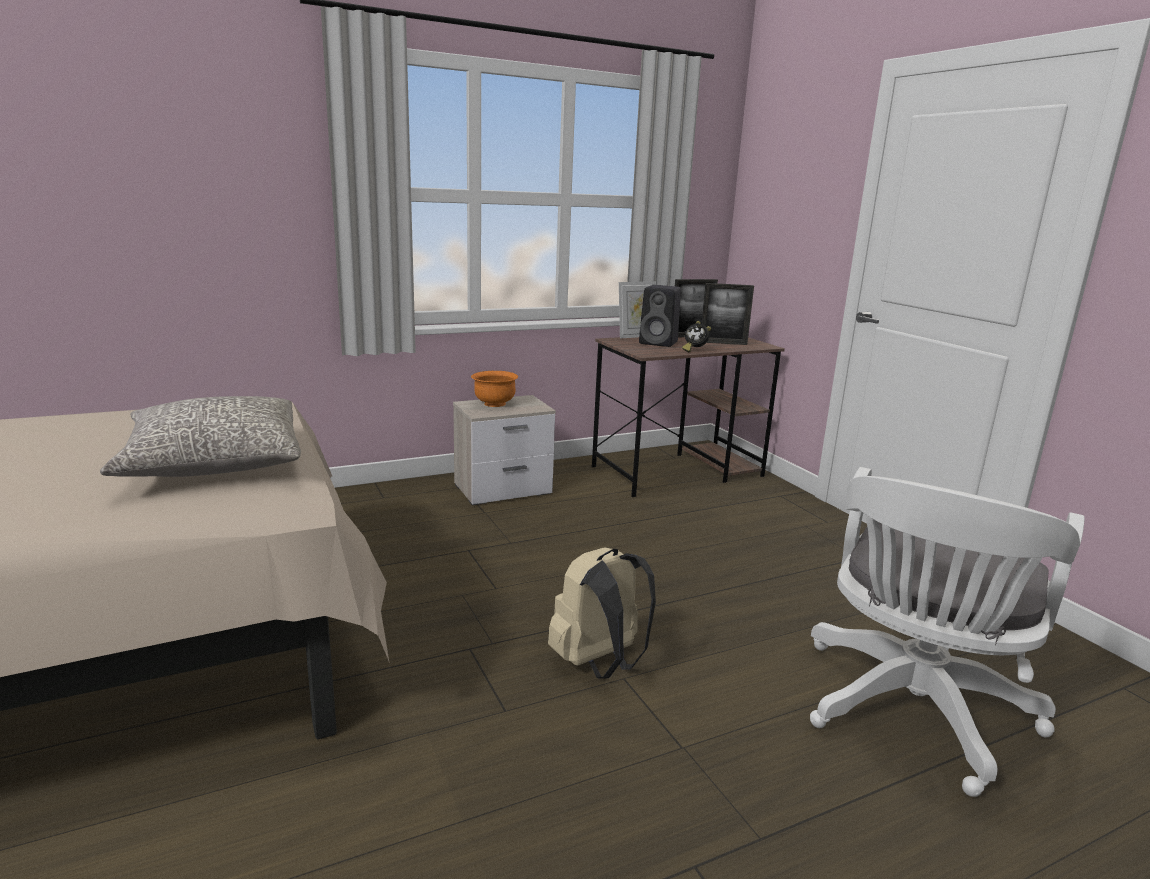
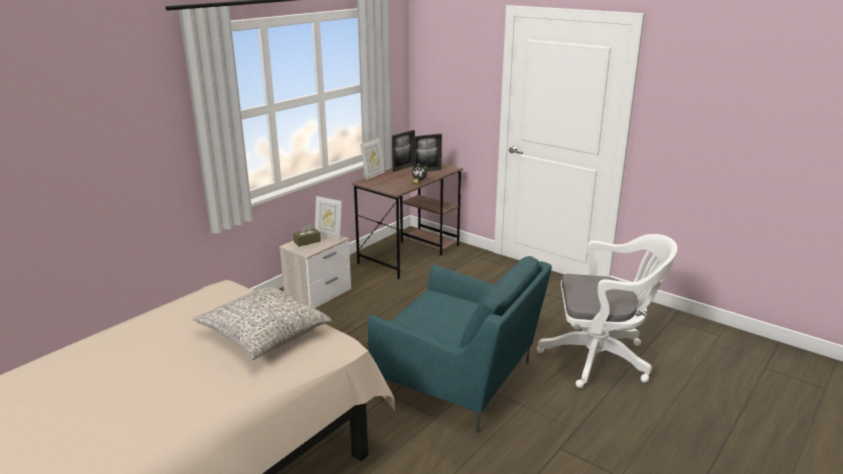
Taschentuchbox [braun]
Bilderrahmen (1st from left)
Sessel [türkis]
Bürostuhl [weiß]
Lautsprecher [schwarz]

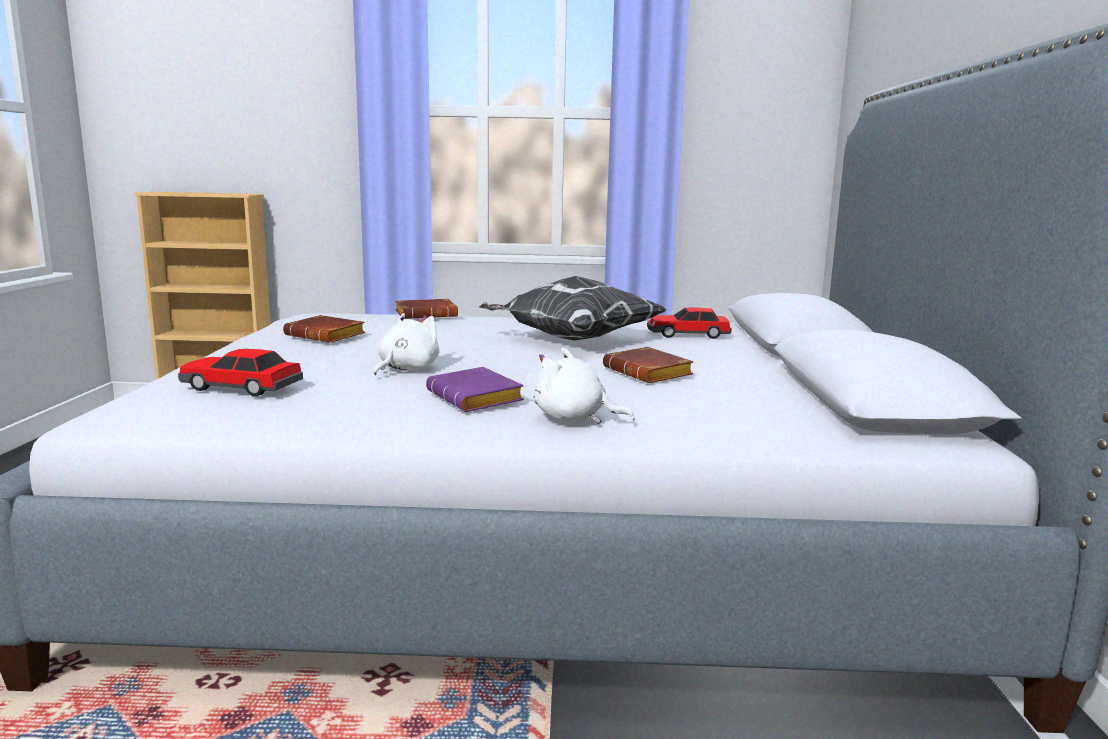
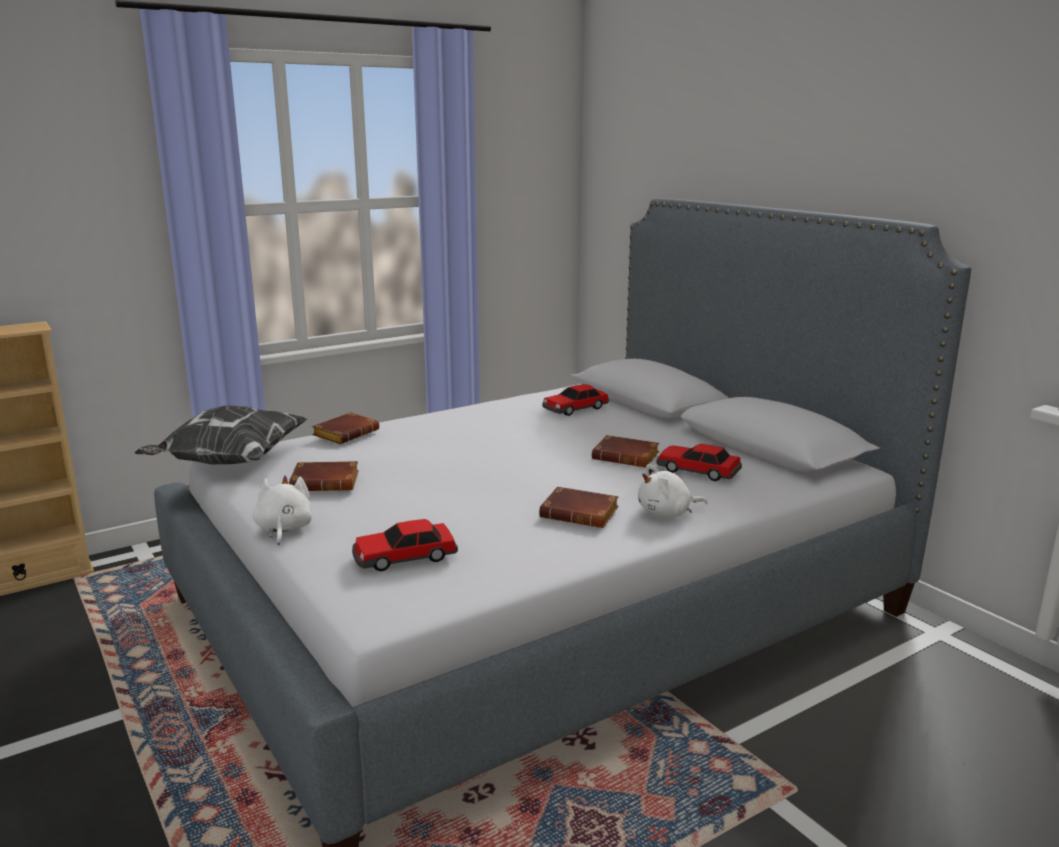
Kissen
Plüschtier [weiß] (1st from left)
Buch [braun] (3rd from left)
Spielzeugauto (3rd from left)

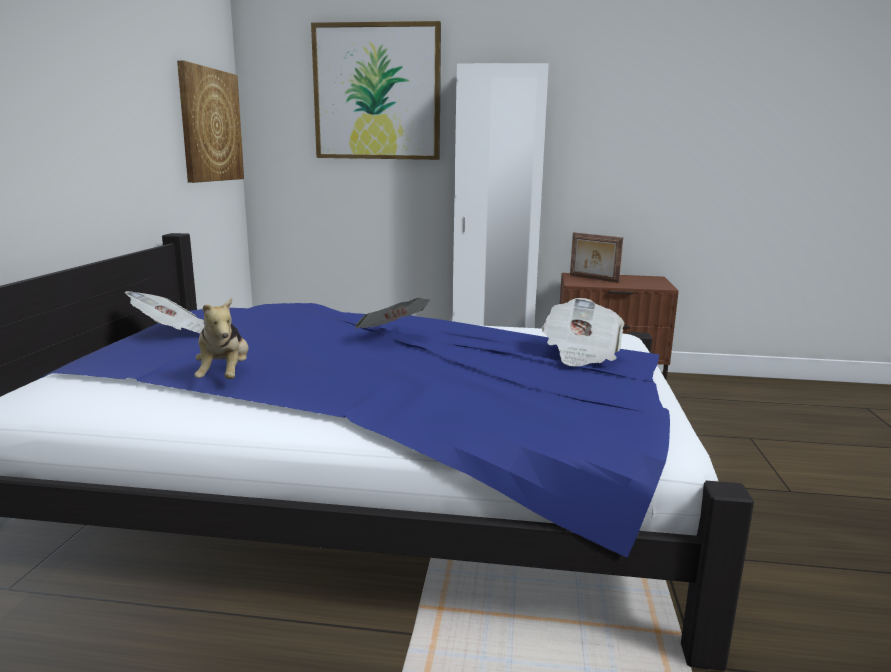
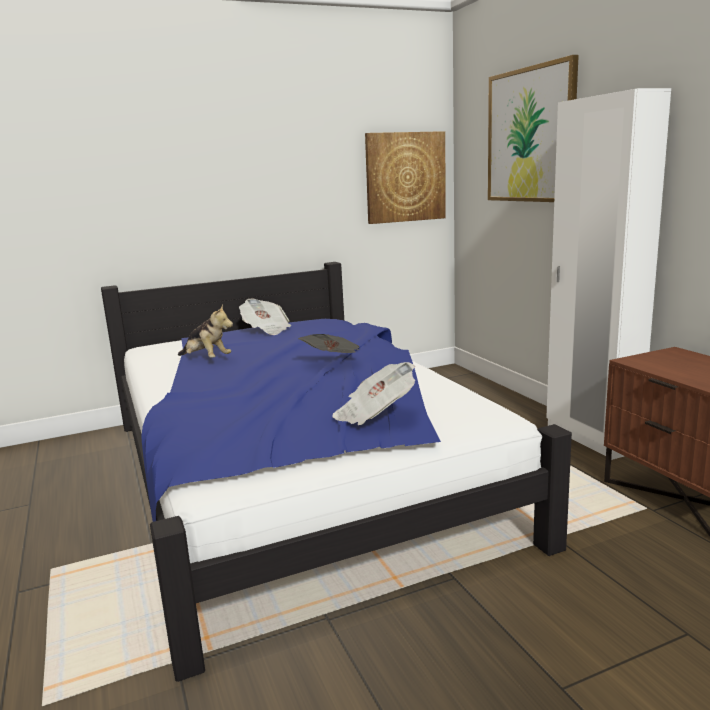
Plüschtier
Bilderrahmen

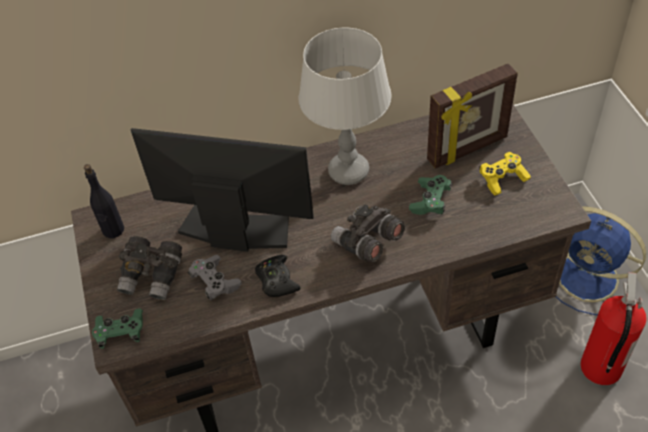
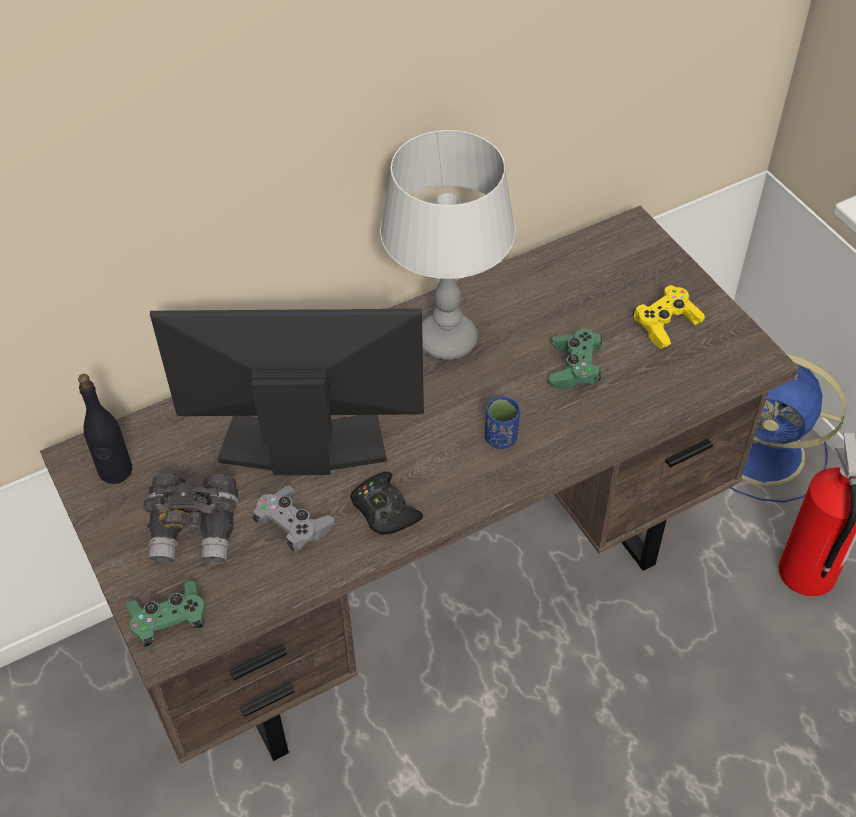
Tasse [blau]
Bilderrahmen

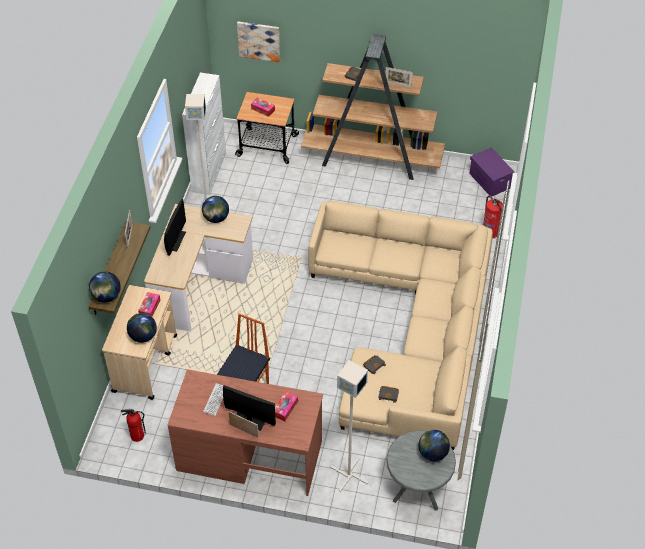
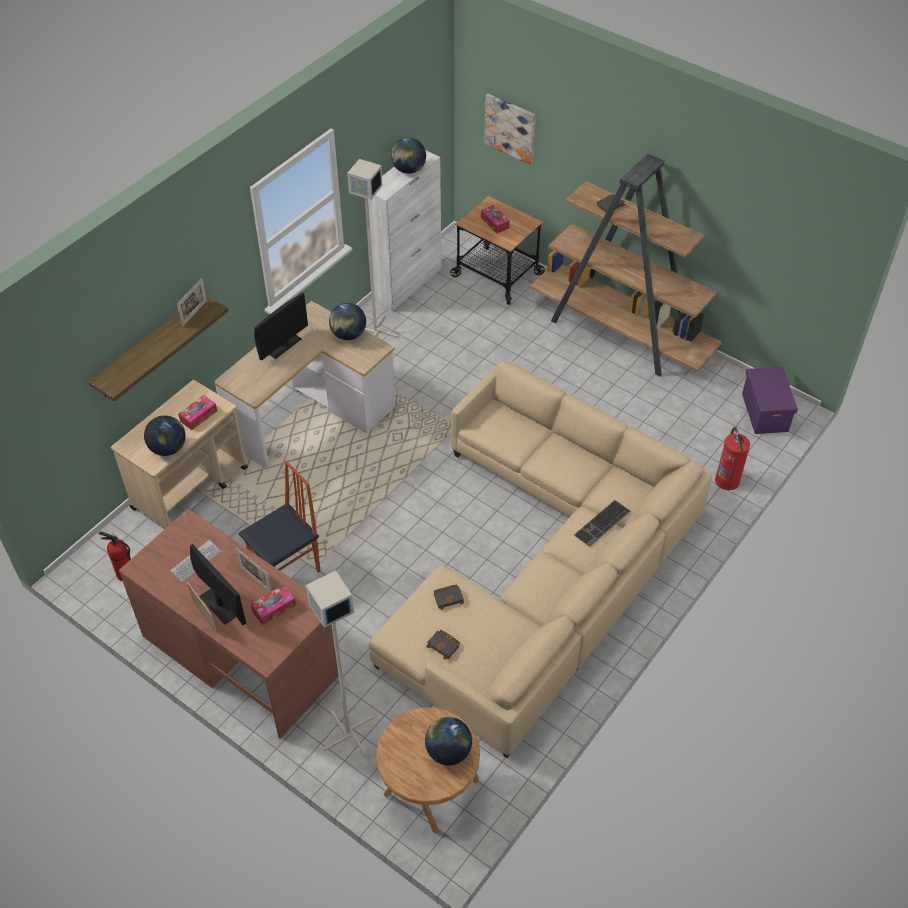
Bilderrahmen (3rd from left)
Beistelltisch [braun]
Globus (3rd from left)
Tastatur (2nd from left)

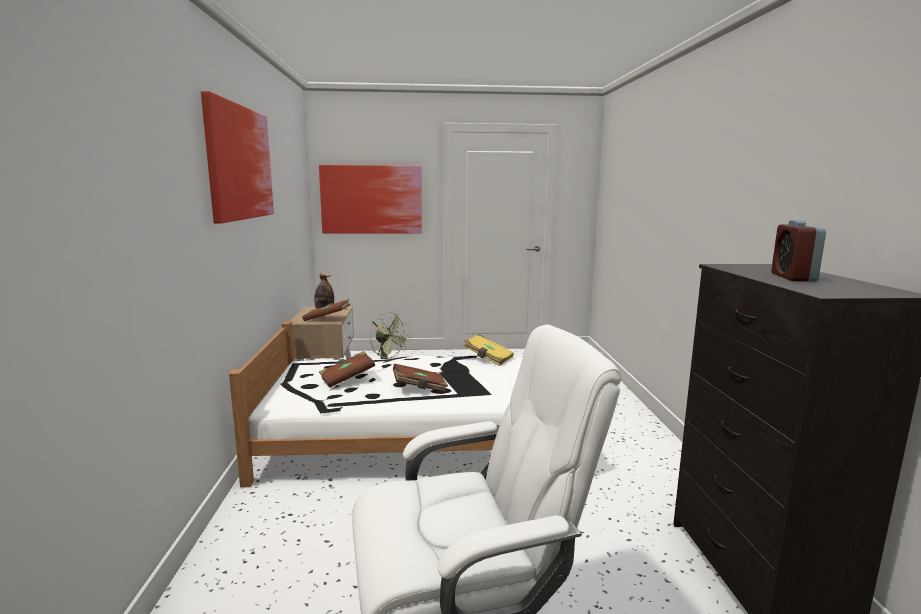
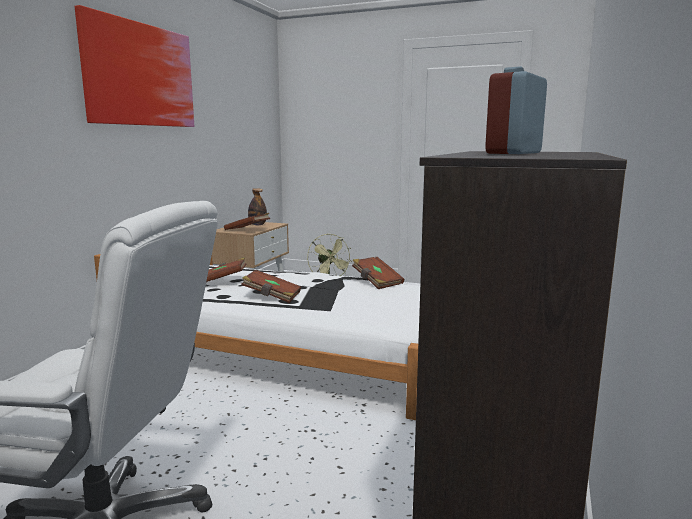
Buch [braun] (4th from left)
Bild (2nd from left in the first image)

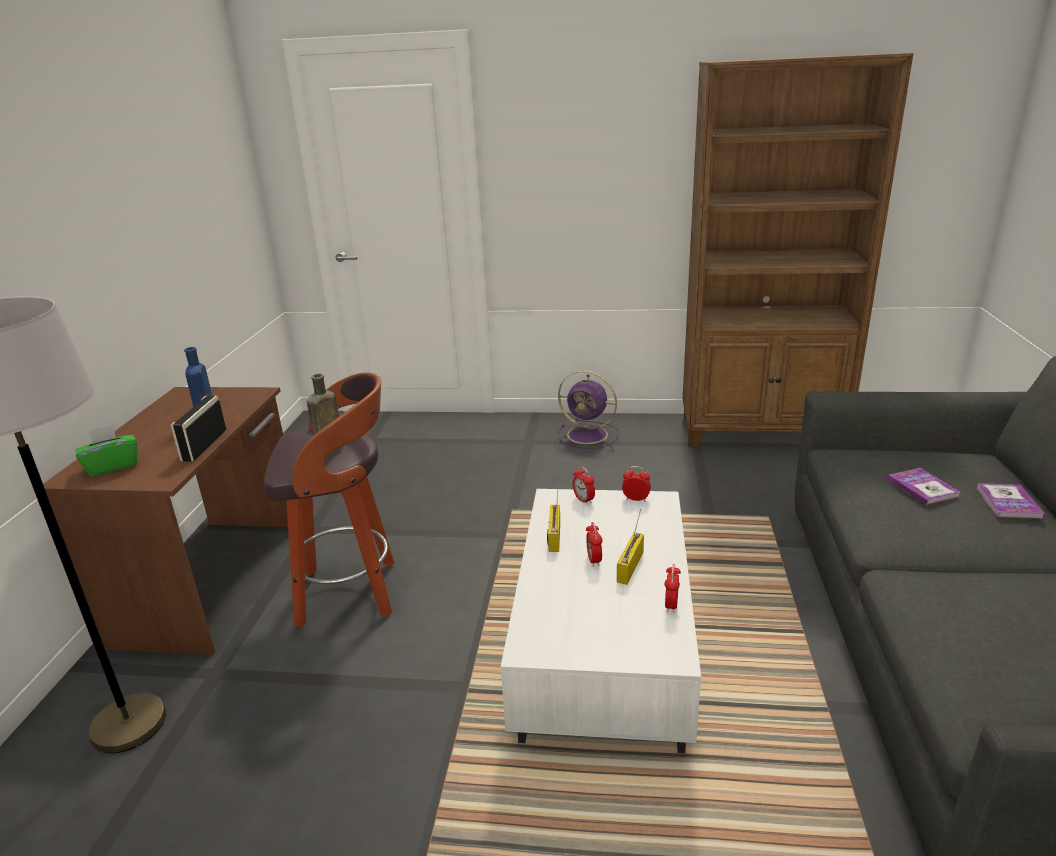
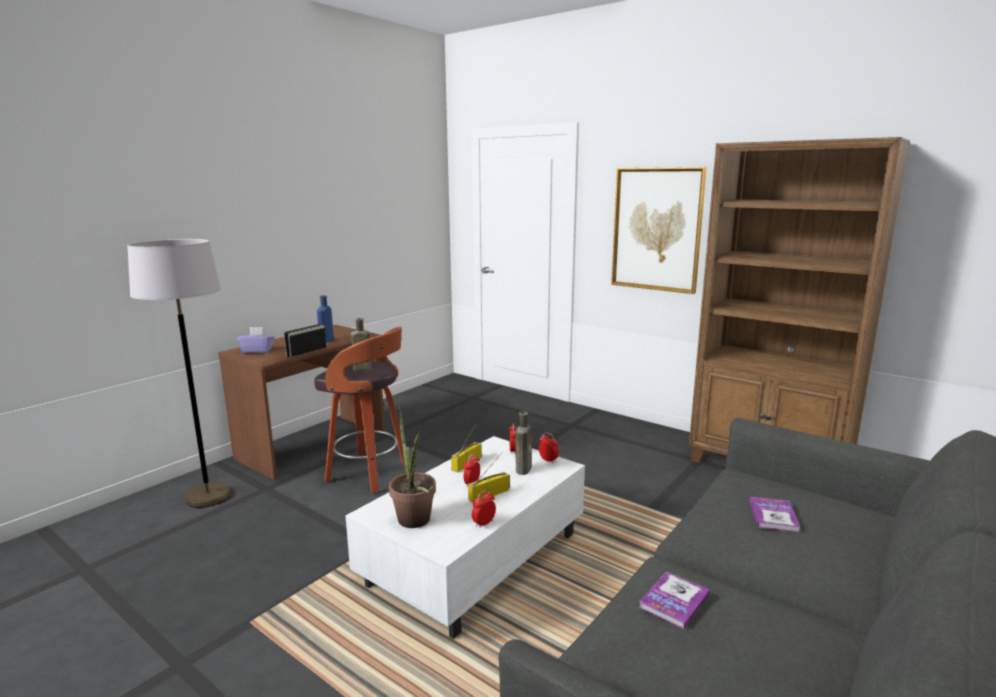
Taschentuchbox [lila]
Topfpflanze
Flasche [braun] (2nd from left)
Bild
Buch (1st from left)
Ventilator [lila]

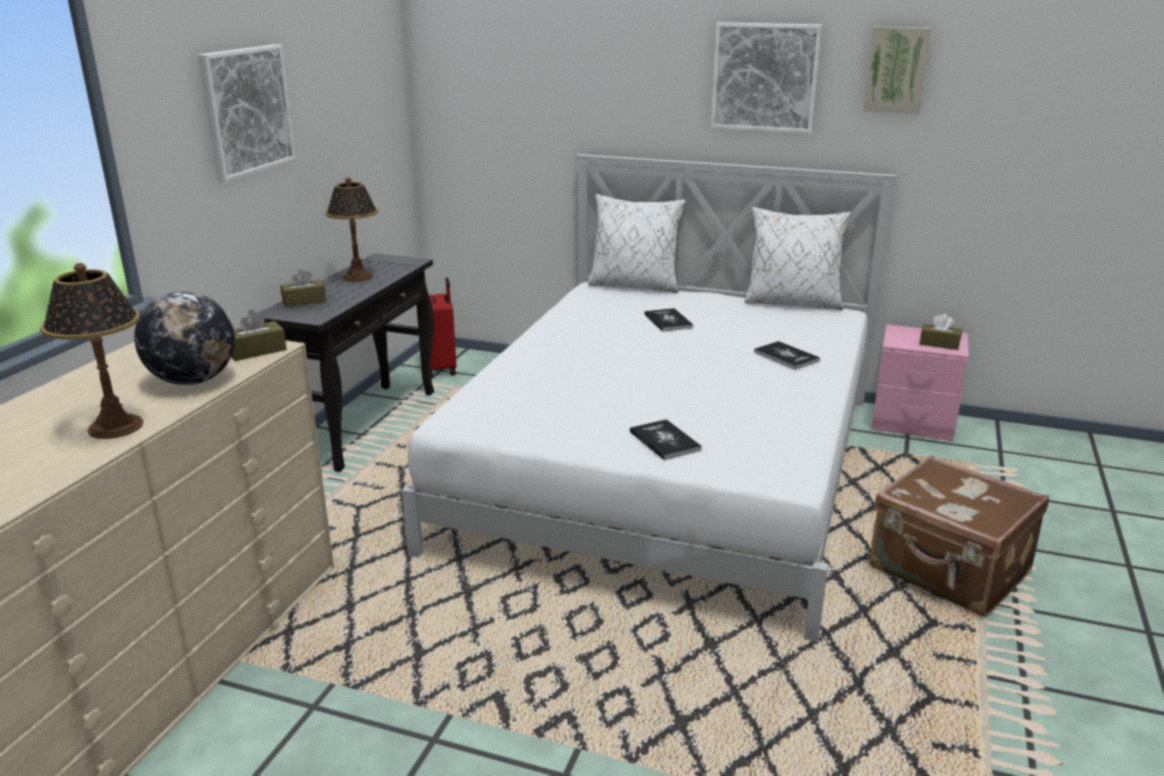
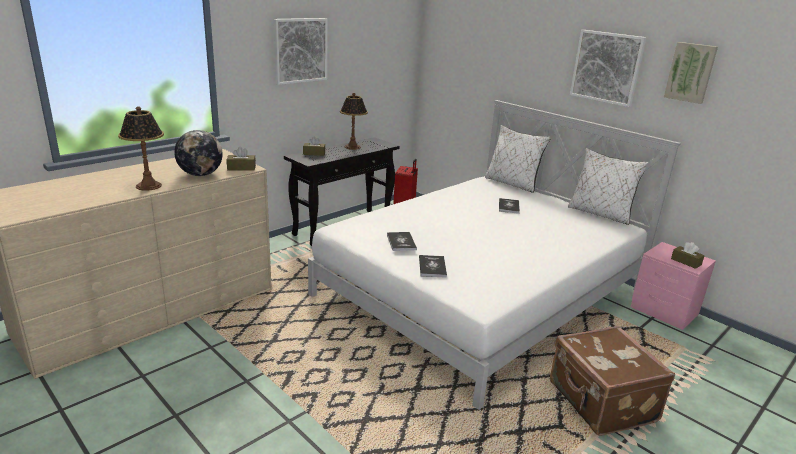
Buch (1st from left)

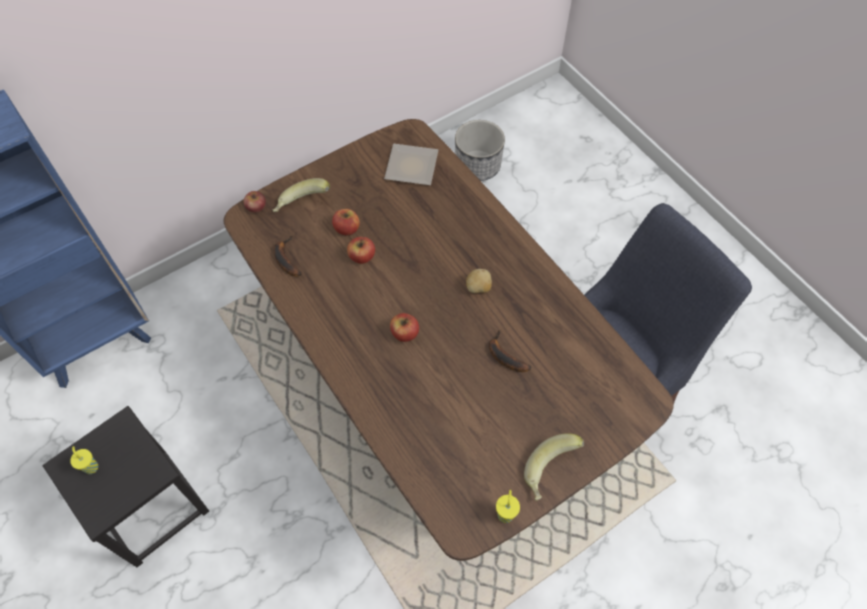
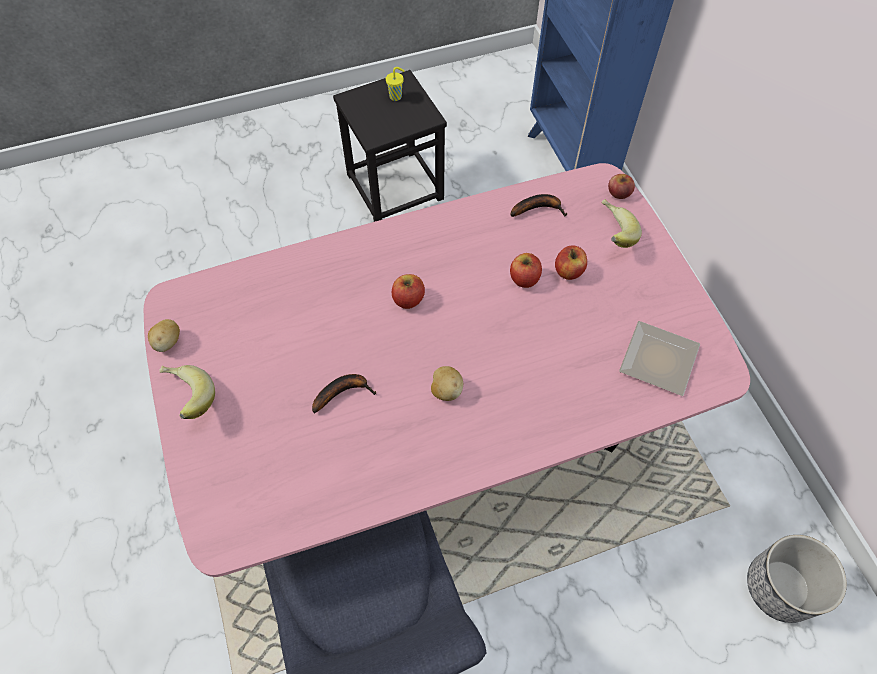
Esstisch [rosa]
Kartoffel (1st from left)

